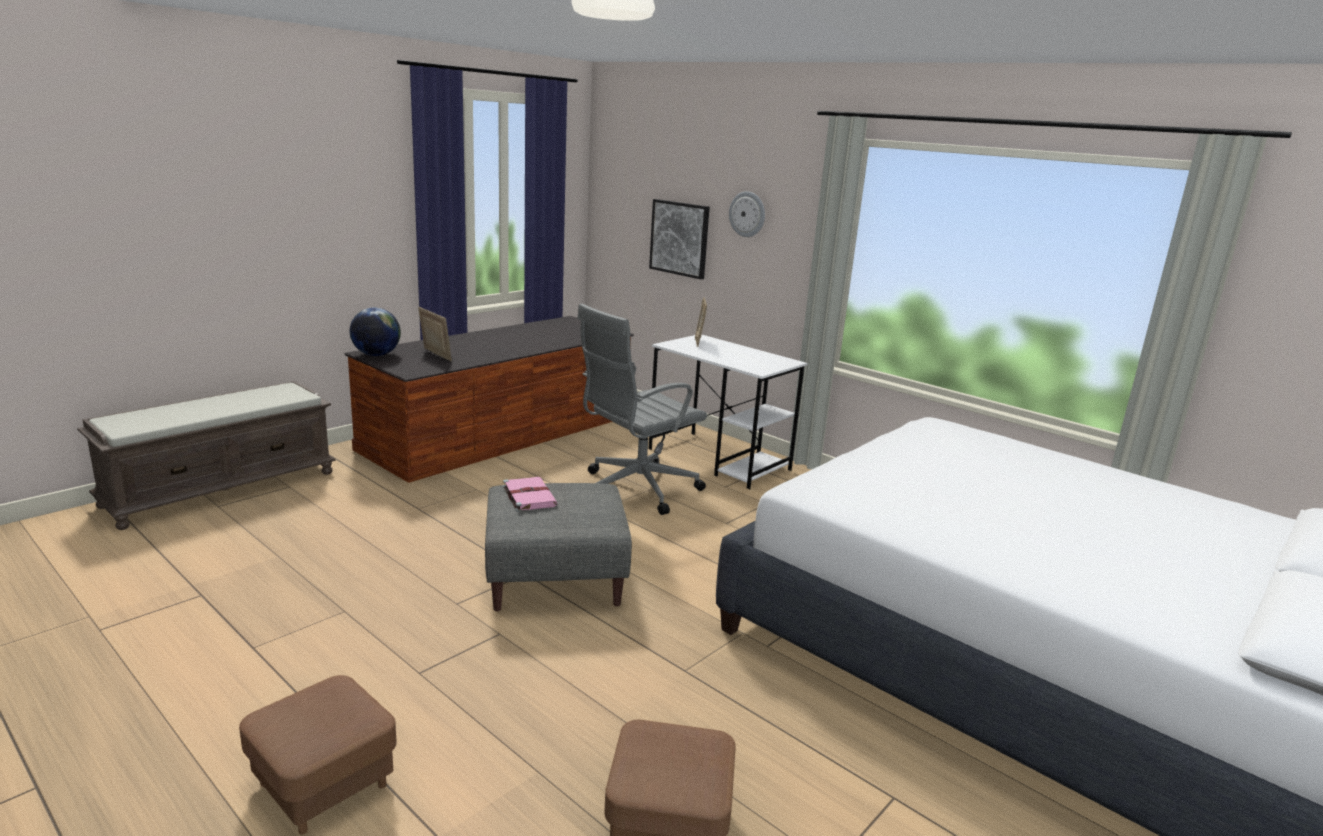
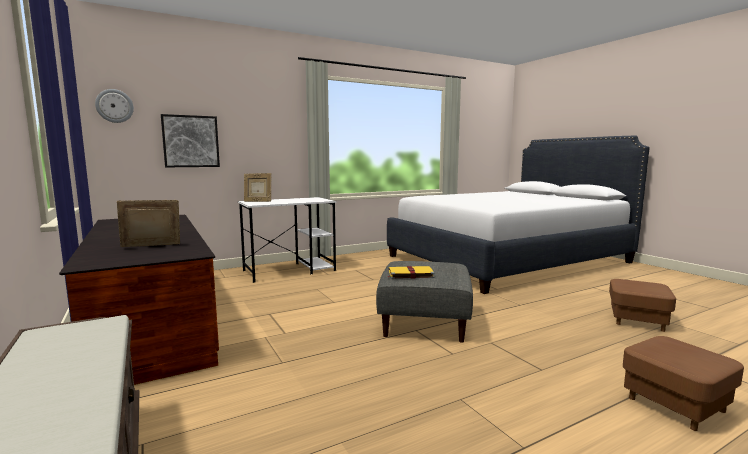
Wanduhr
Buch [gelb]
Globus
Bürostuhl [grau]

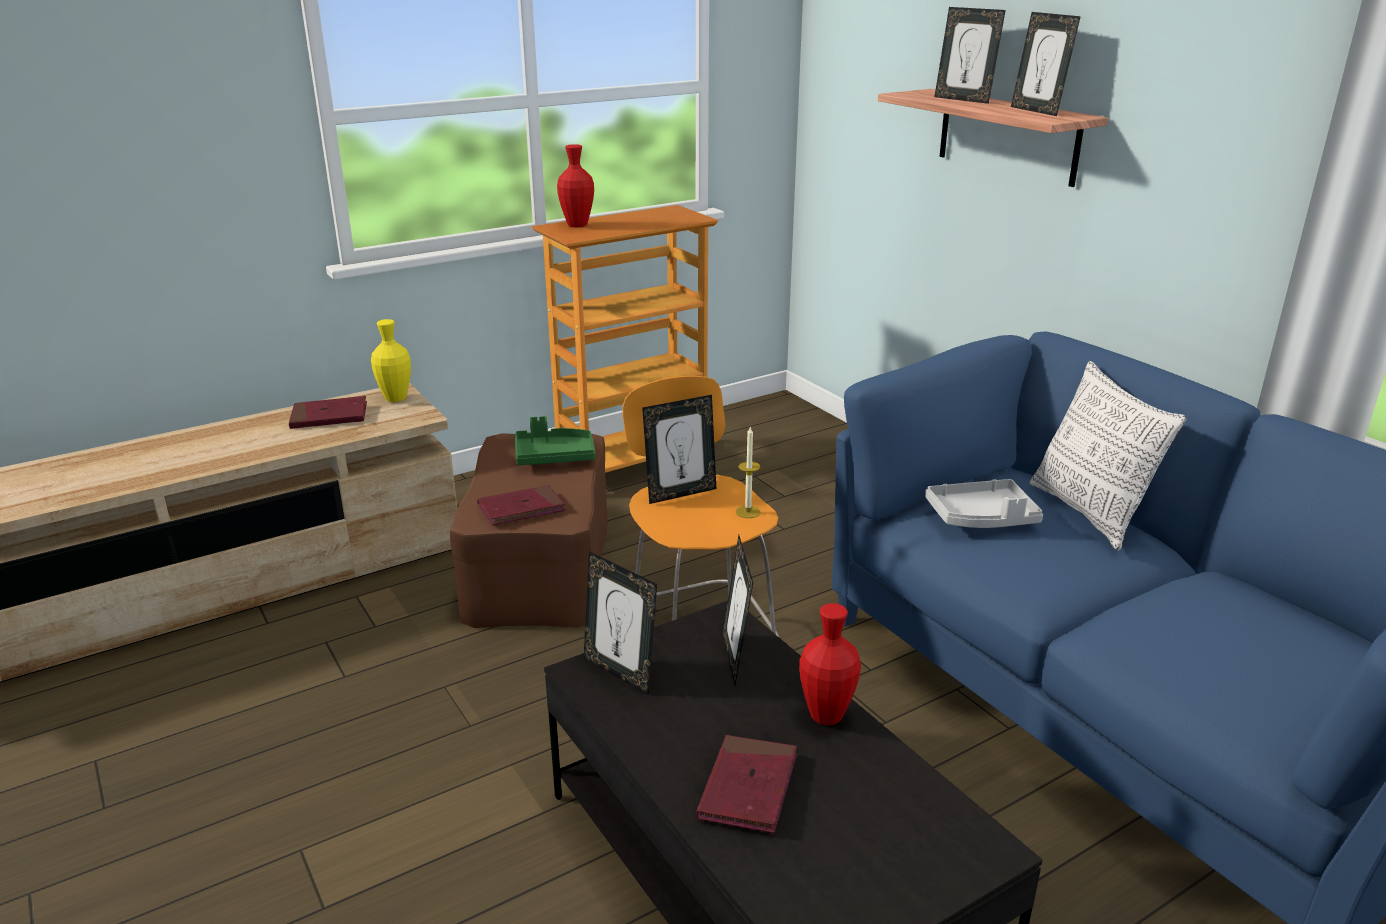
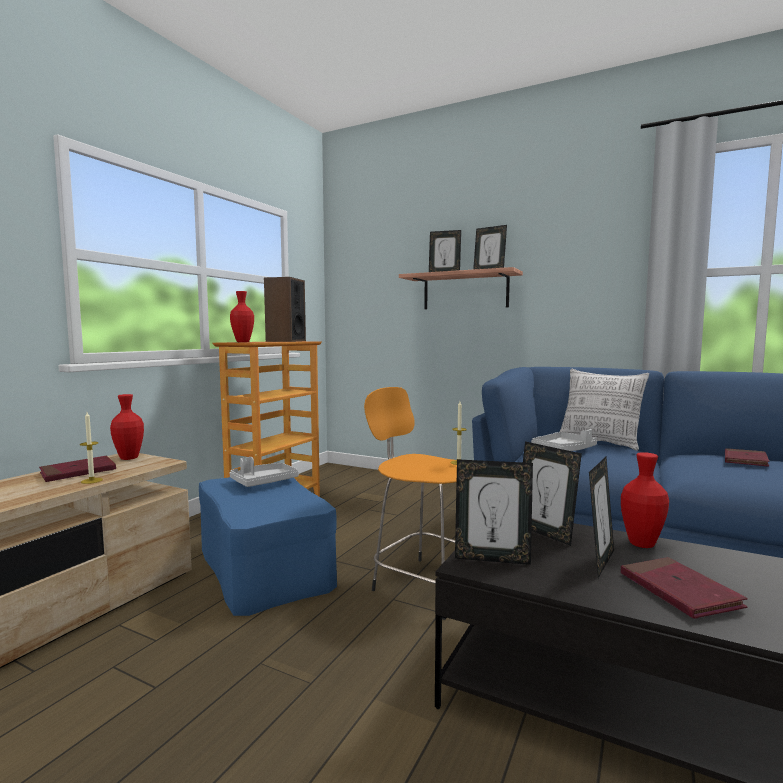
Kerze (1st from left)
Vase [rot] (1st from left)
Polsterhocker [blau]
Tablett [grau] (1st from left)
Lautsprecher
Bilderrahmen (5th from left)
Buch [rot] (3rd from left)

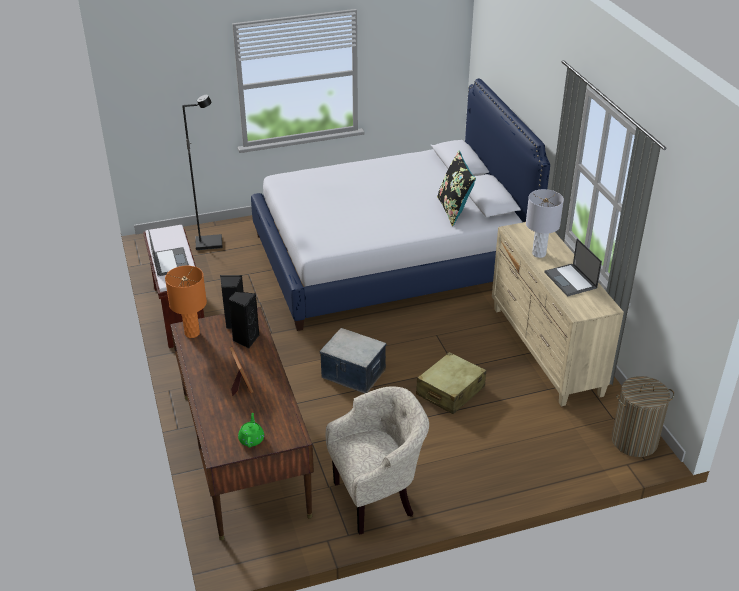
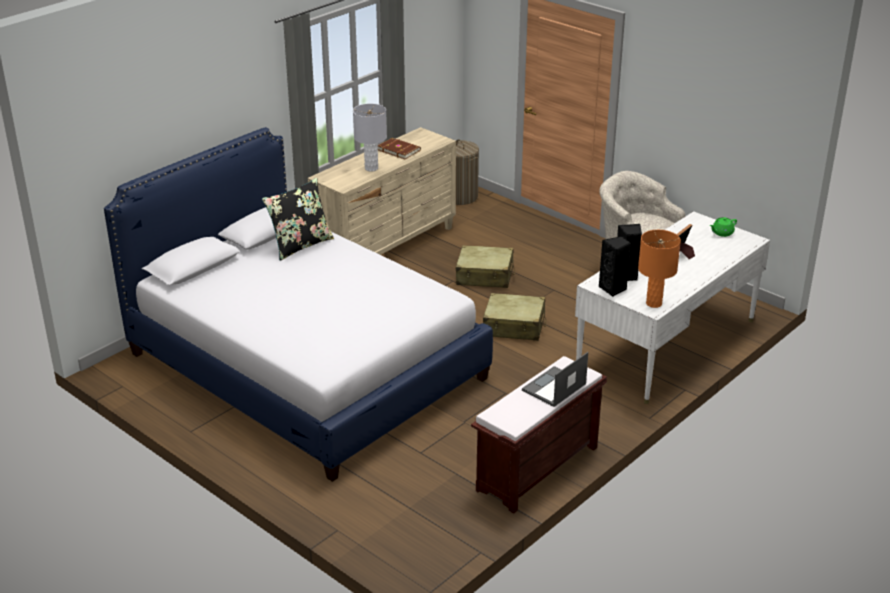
Buch [braun]
Koffer [beige] (2nd from left)
Schreibtisch [weiß]
Stehlampe [schwarz]

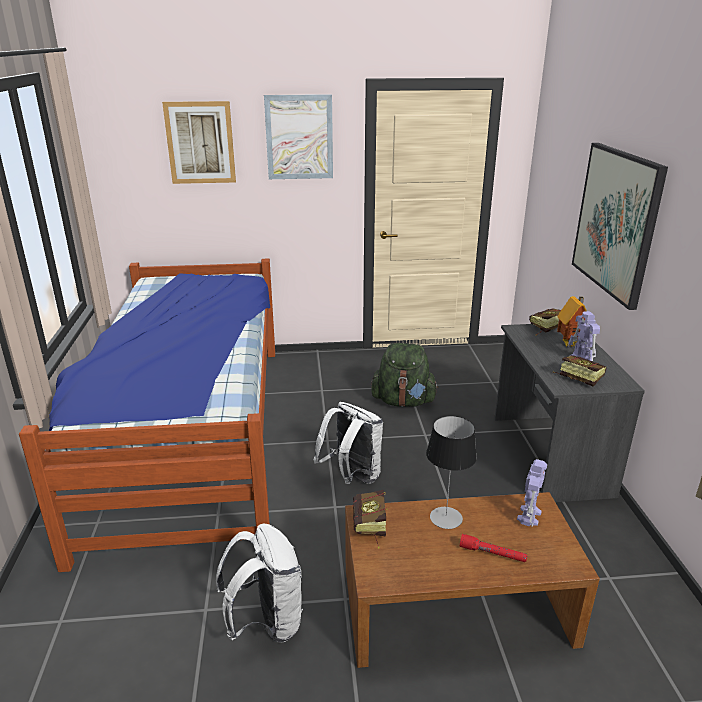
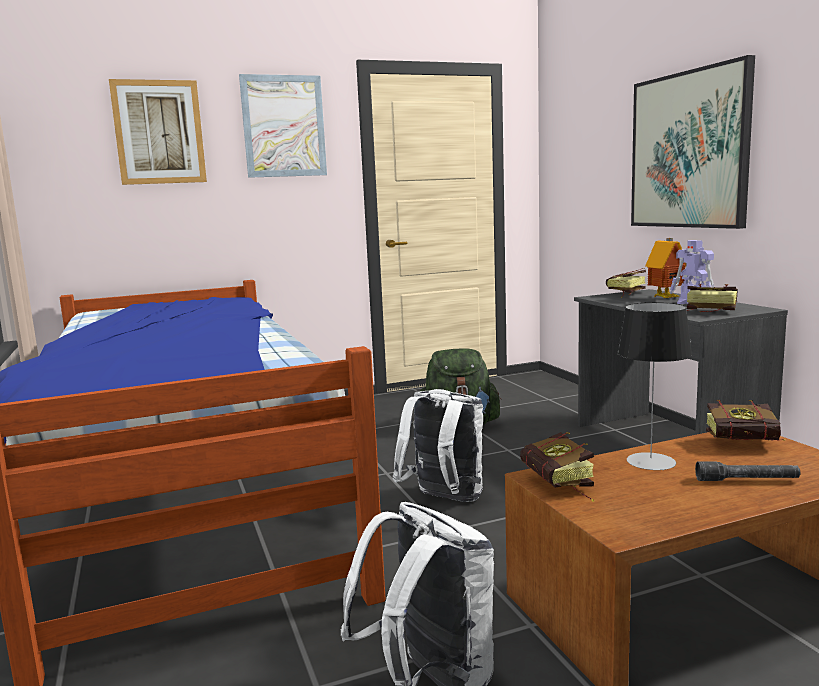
Taschenlampe [grau]
Buch (4th from left)

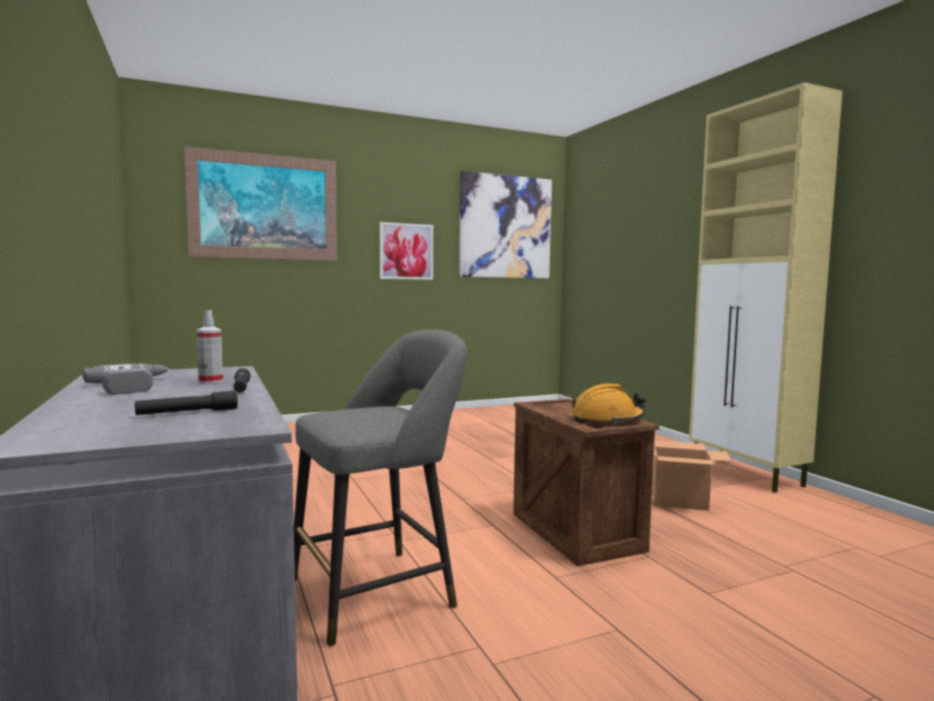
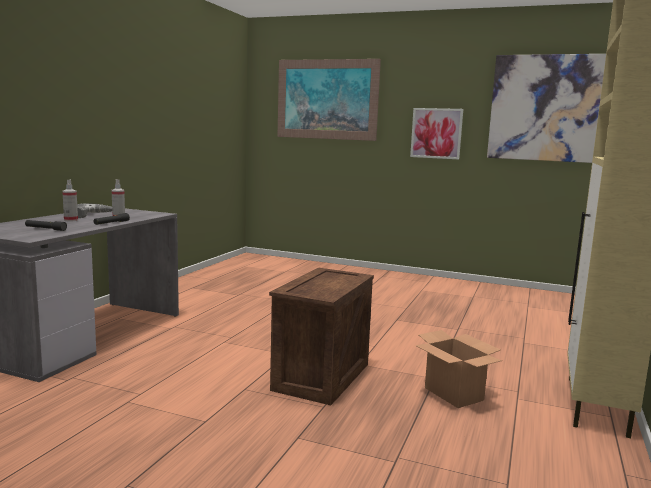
Sprühflasche (1st from left)
Hocker [grau]
Schutzhelm [orange]

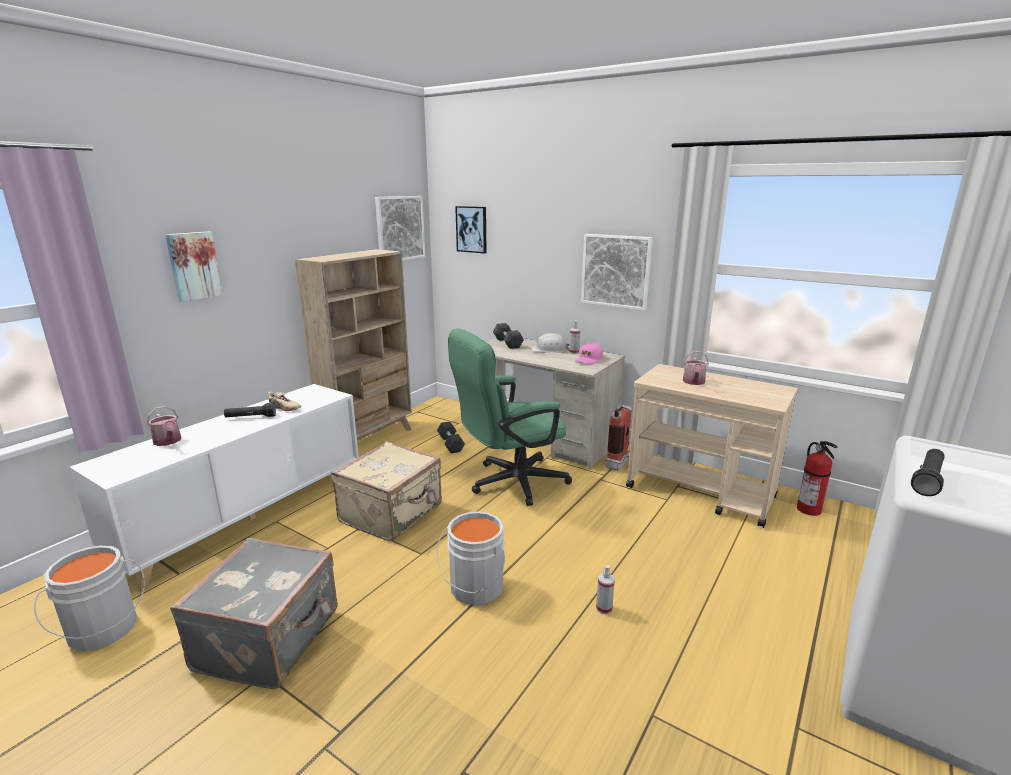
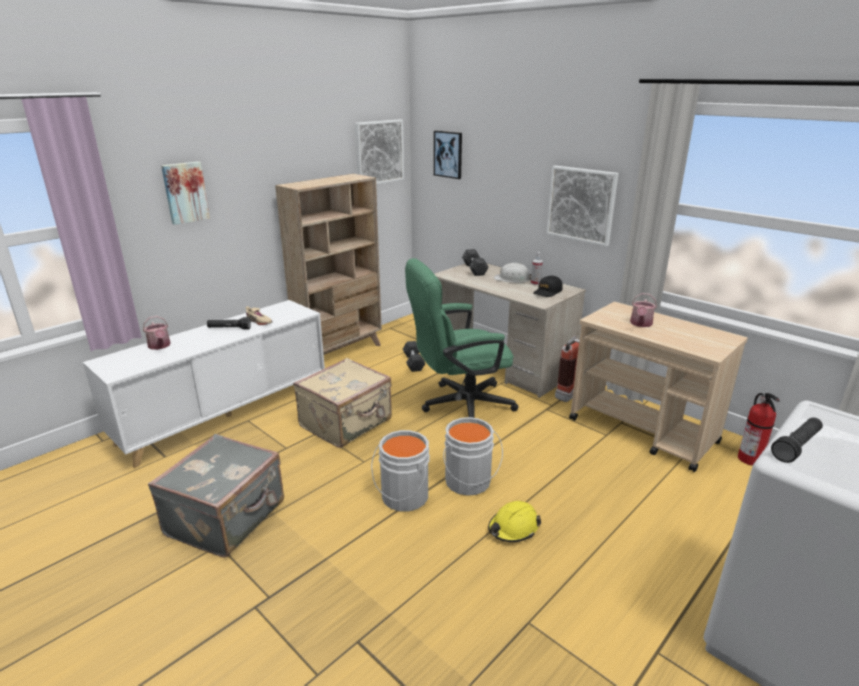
Eimer [grau] (2nd from left)
Schutzhelm [gelb]
Kappe [schwarz]

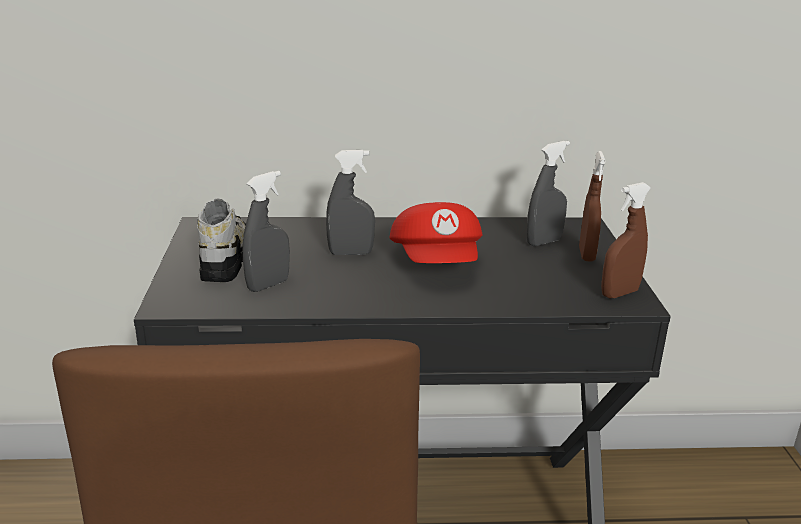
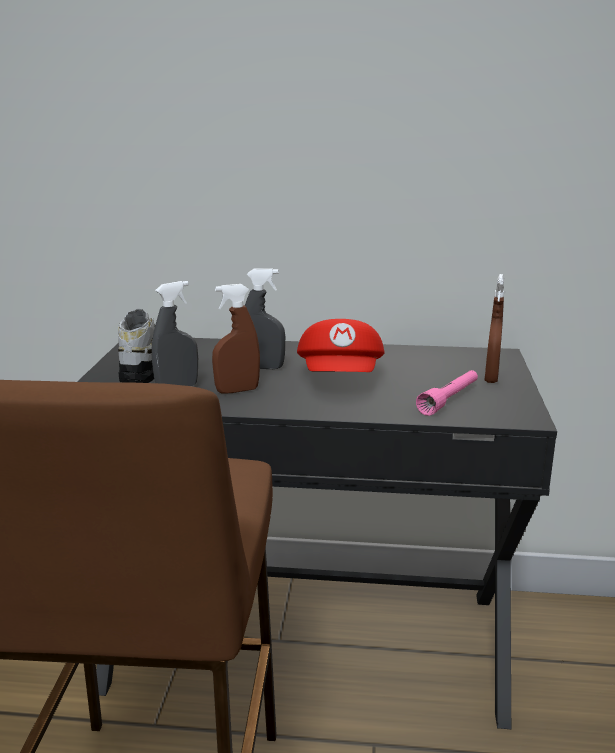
Sprühflasche [braun] (1st from left)
Taschenlampe [rosa]
Sprühflasche [grau] (3rd from left in the first image)

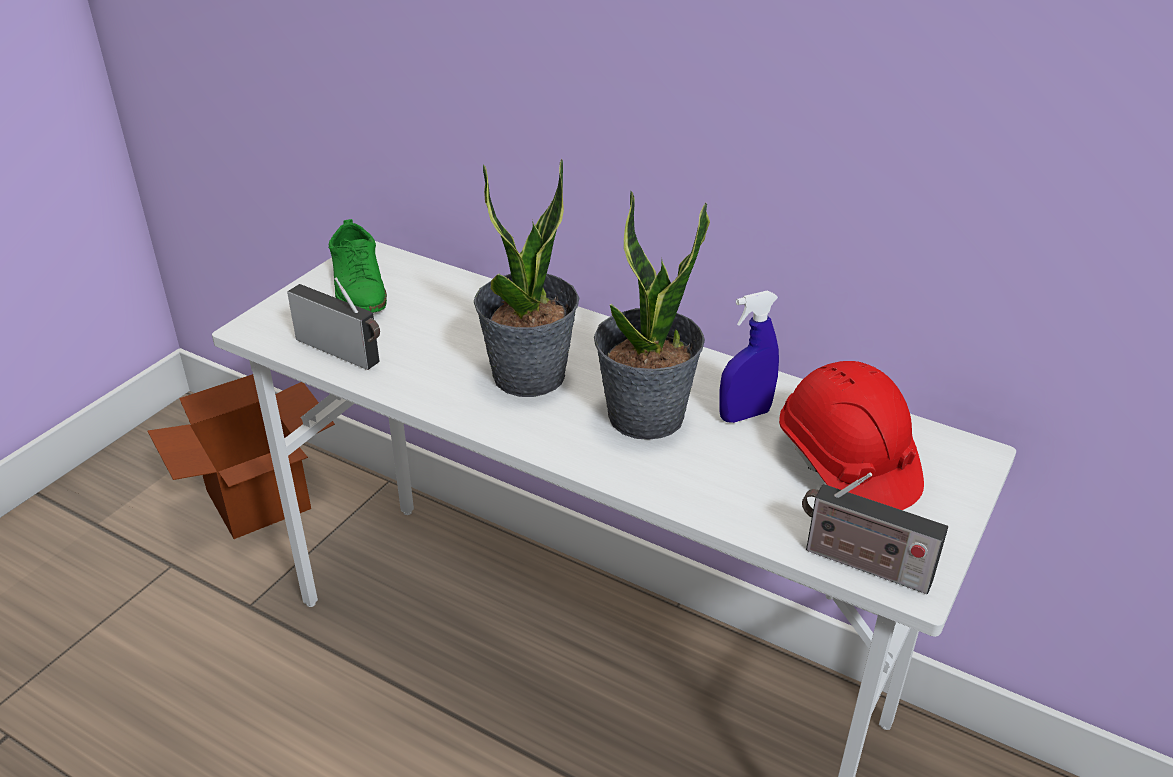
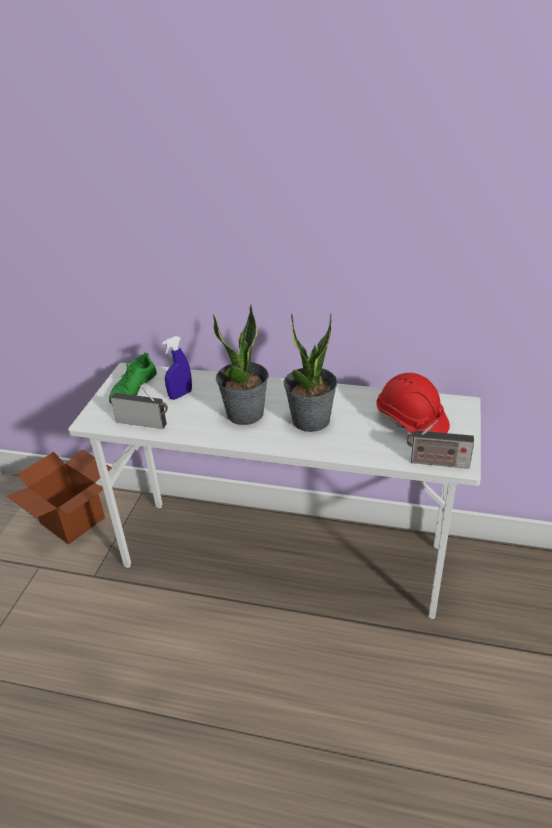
Schuh [grün]
Sprühflasche [blau]

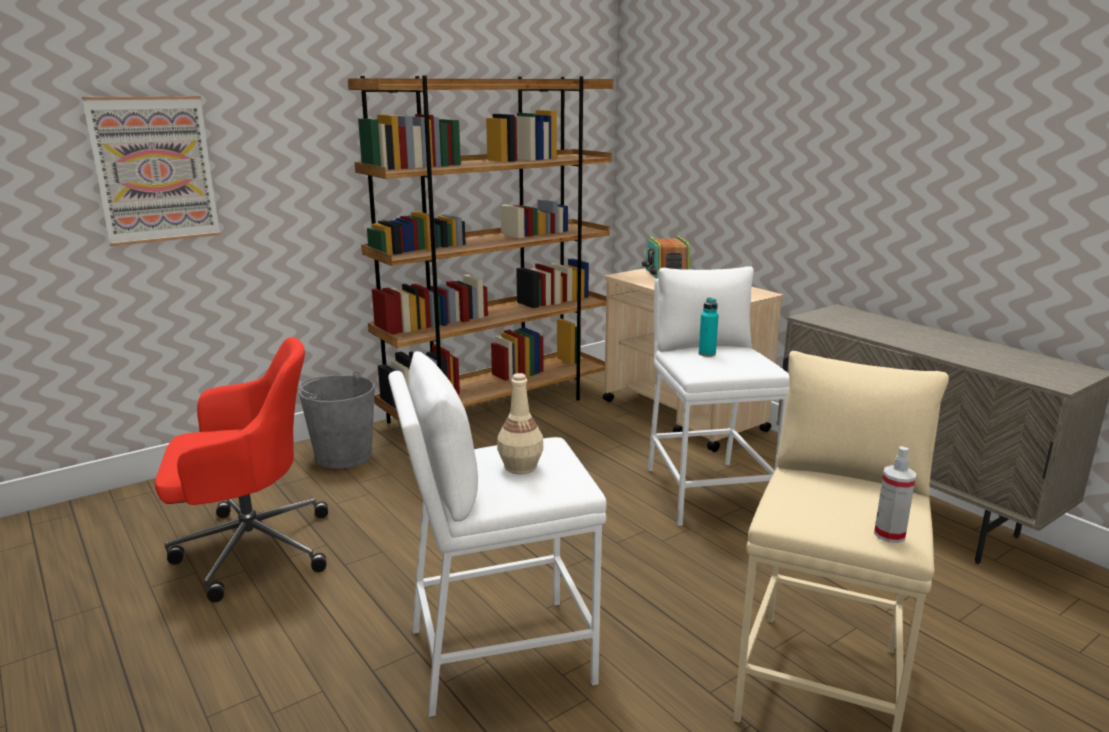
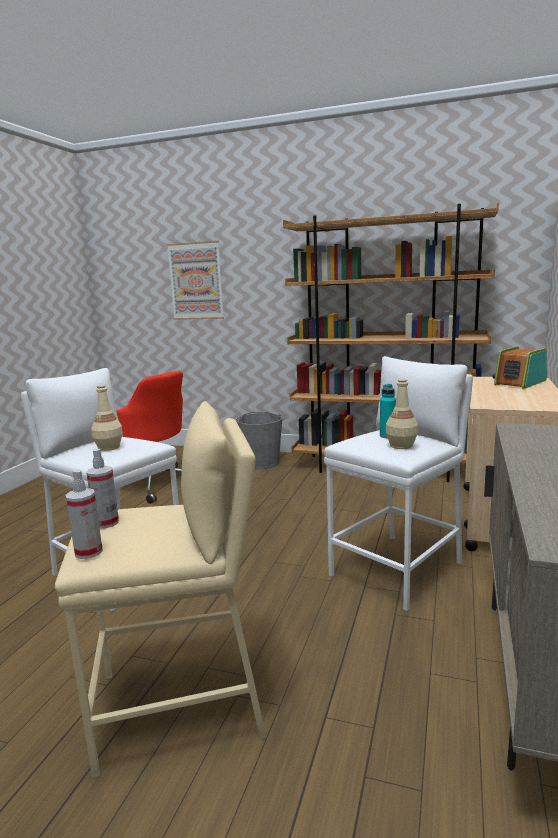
Sprühflasche (2nd from left)
Flasche [beige] (2nd from left)

